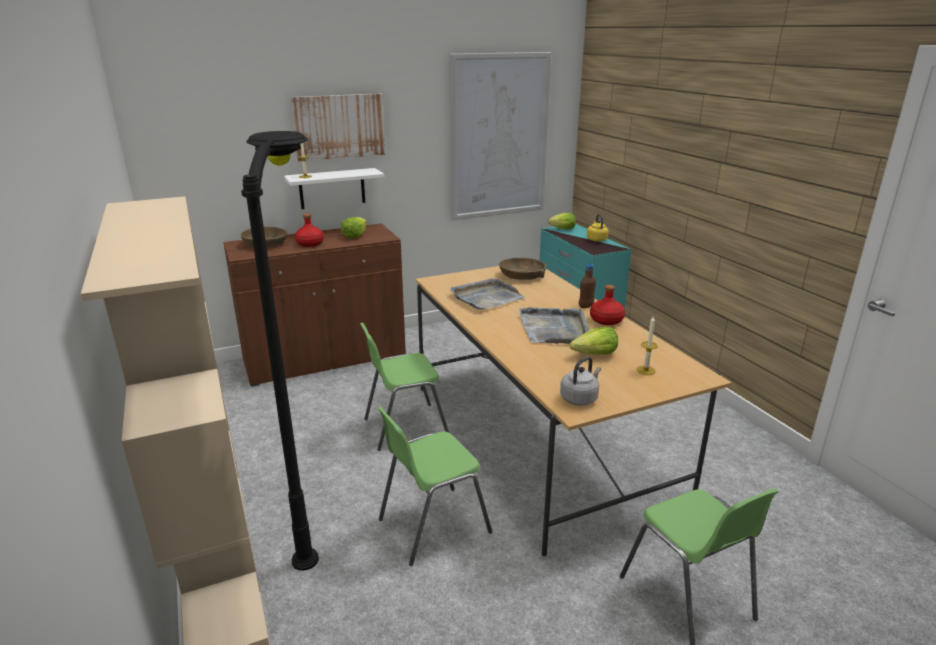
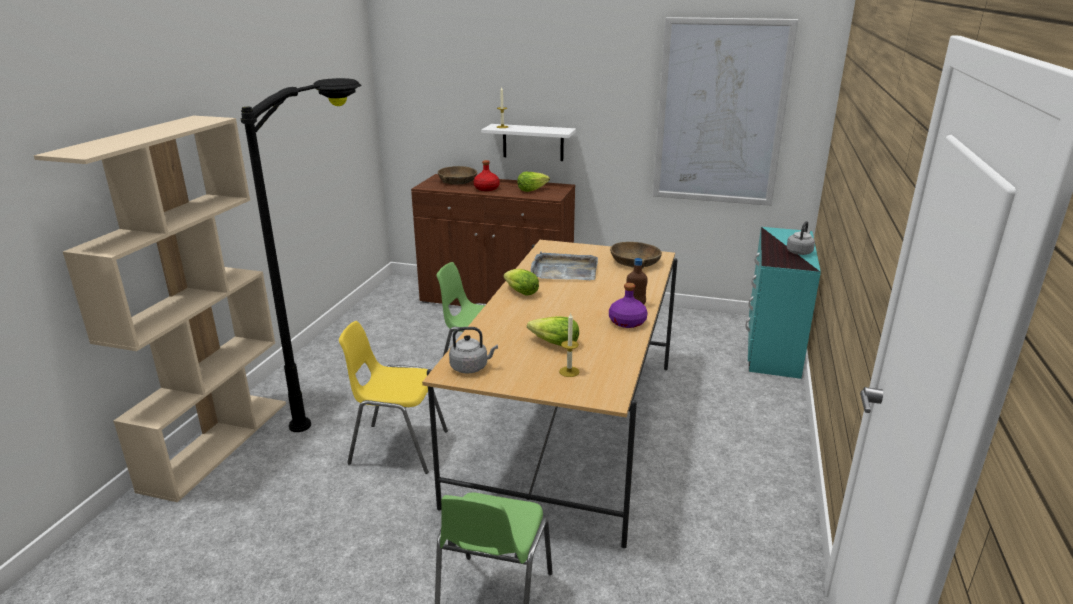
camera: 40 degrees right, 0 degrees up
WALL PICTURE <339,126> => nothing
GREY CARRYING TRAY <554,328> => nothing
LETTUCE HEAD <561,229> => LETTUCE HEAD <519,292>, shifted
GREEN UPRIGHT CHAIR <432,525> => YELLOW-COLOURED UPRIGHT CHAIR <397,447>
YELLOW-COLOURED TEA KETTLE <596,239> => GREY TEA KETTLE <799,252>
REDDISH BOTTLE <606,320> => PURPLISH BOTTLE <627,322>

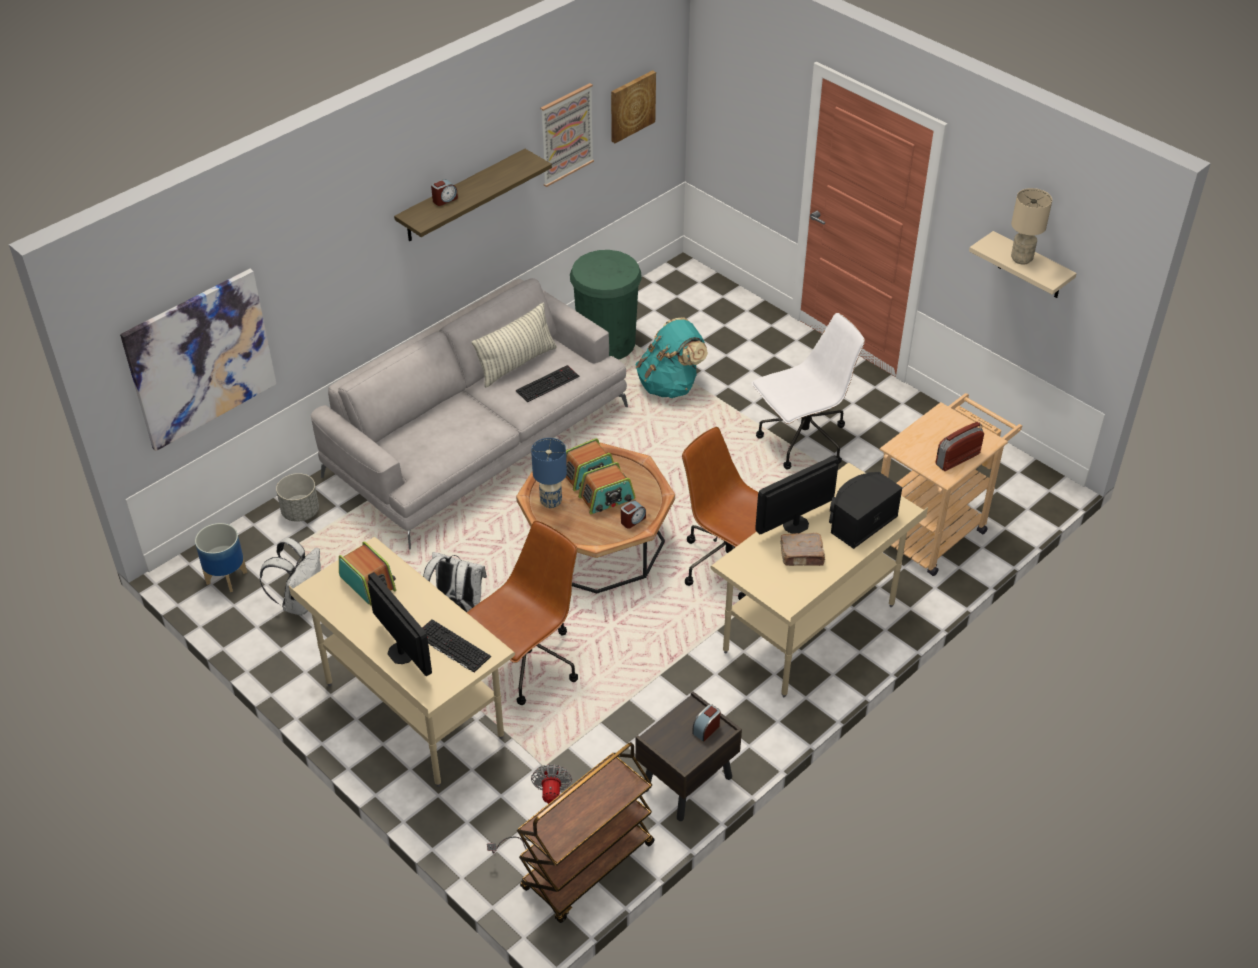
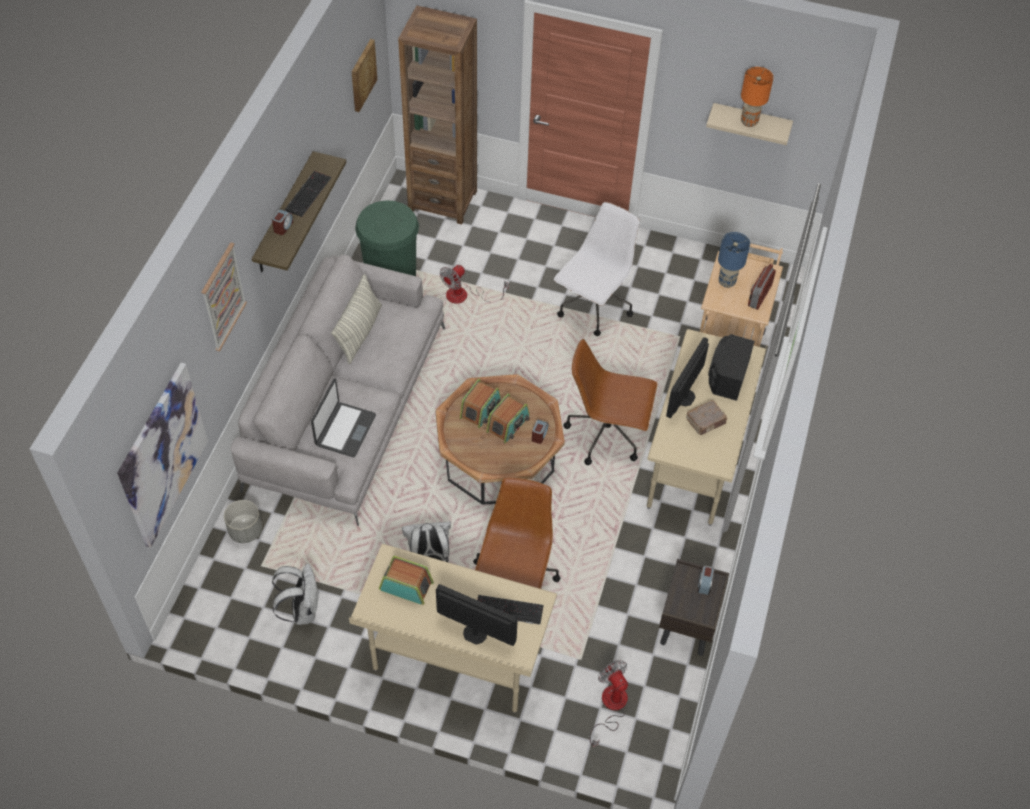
camera: 30 degrees left, 10 degrees up
FLOWER POT <226,577> => nothing
BROWN-COLOURED WHEELED CART <588,868> => nothing
nothing => NOTEBOOK COMPUTER <344,430>
nothing => BROWN-COLOURED BOOKSHELF <442,201>
PC KEYBOARD <547,383> => PC KEYBOARD <307,193>, shifted
BLUISH LAMP FOR A TABLE <550,502> => BLUISH LAMP FOR A TABLE <726,282>, shifted
WALL PICTURE <566,134> => WALL PICTURE <223,297>, shifted
TURQUOISE BACKPACK <670,385> => ELECTRIC FAN <465,296>
BEIGE-COLOURED LAMP FOR A TABLE <1021,259> => ORANGEY LAMP FOR A TABLE <748,122>

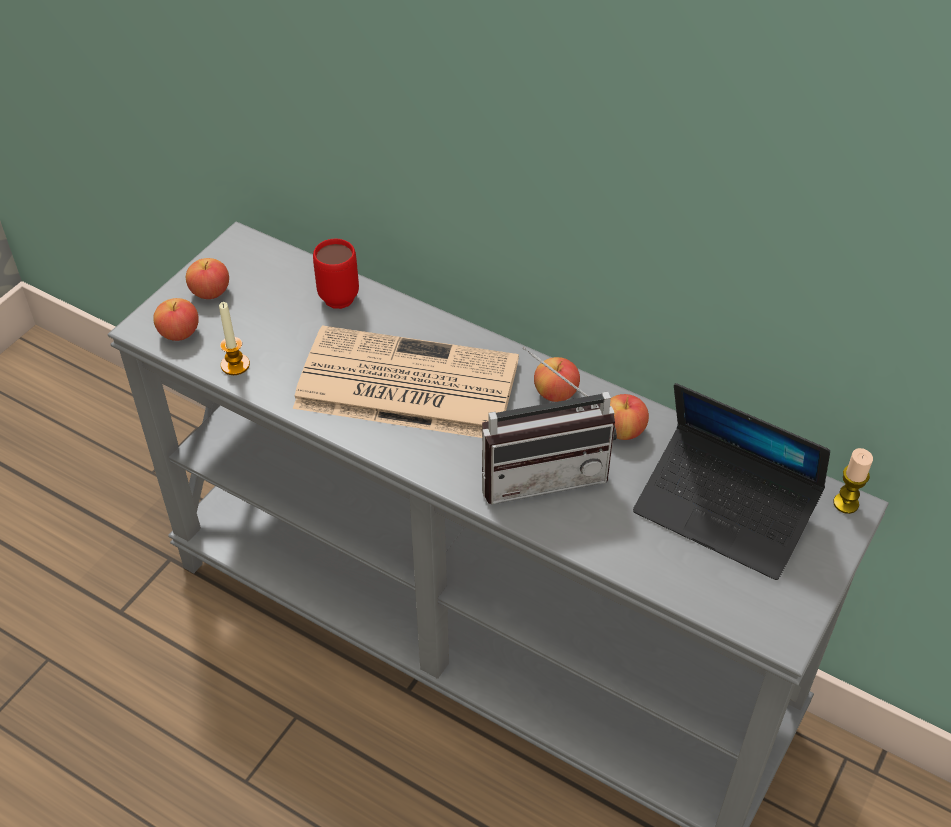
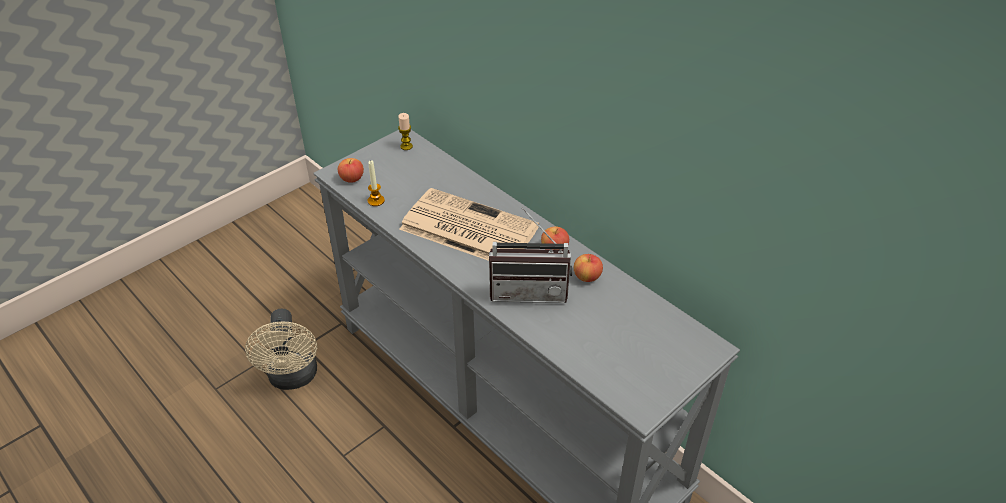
camera: 15 degrees right, 5 degrees down
APPLE FRUIT <210,292> => nothing
REDDISH COFFEE MUG <336,293> => nothing
NOTEBOOK COMPUTER <725,512> => nothing
nothing => BEIGE-COLOURED ELECTRIC FAN <293,378>
WAX LIGHT <846,503> => WAX LIGHT <406,146>, shifted

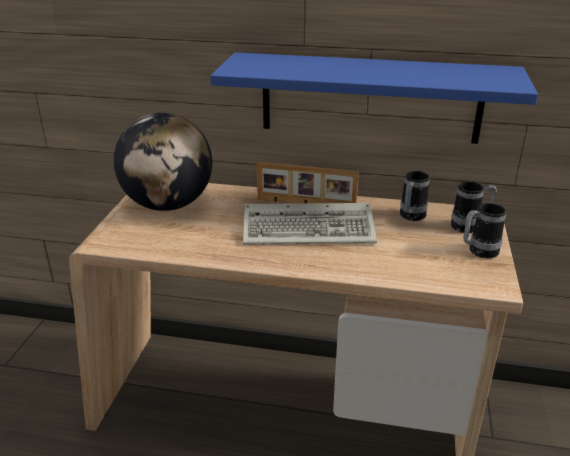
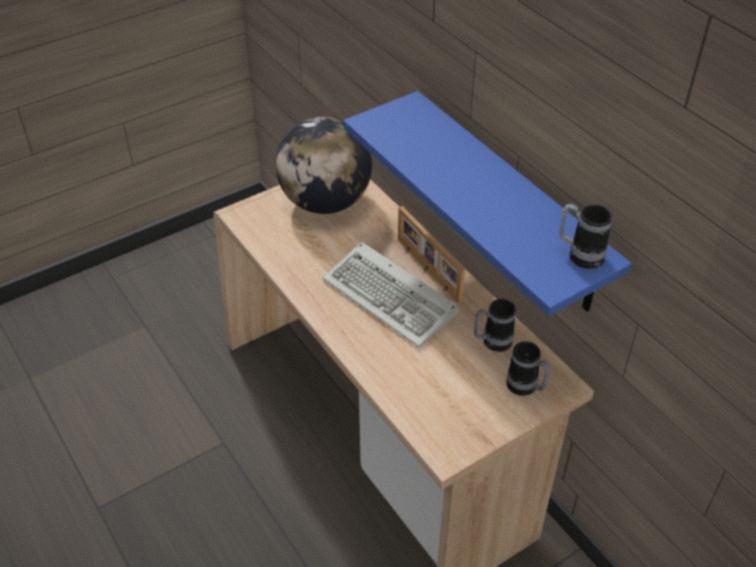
camera: 45 degrees right, 15 degrees up
COFFEE MUG <478,252> => COFFEE MUG <579,255>, shifted

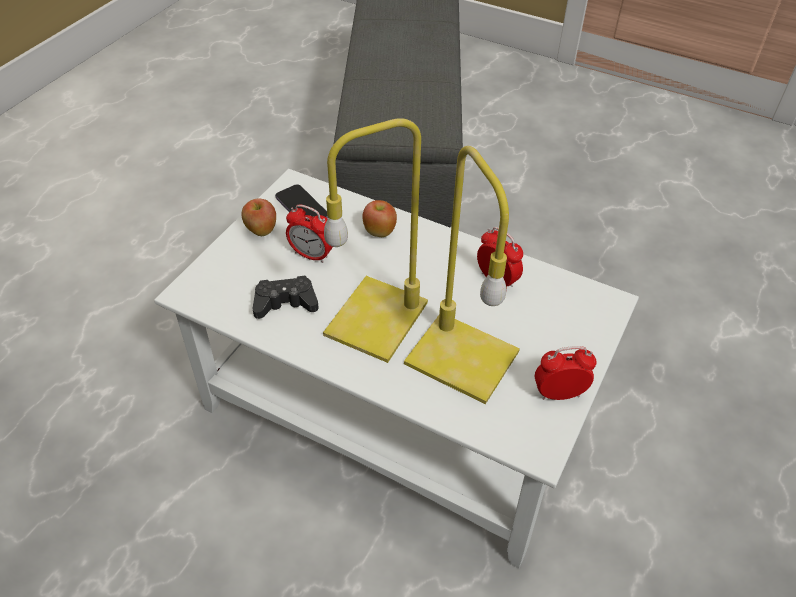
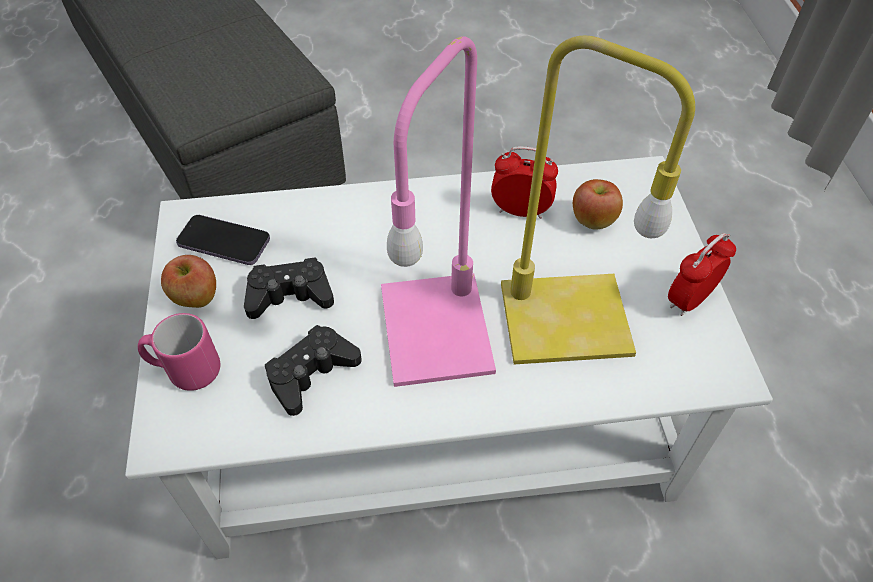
camera: 35 degrees left, 5 degrees up
nothing => PINK COFFEE MUG <186,370>
APPLE FRUIT <379,231> => APPLE FRUIT <593,220>, shifted
ALARM CLOCK <311,255> => BLACK-COLOURED JOYPAD <290,295>
YELLOW-COLOURED LAMP FOR A TABLE <376,316> => PINK LAMP FOR A TABLE <433,326>

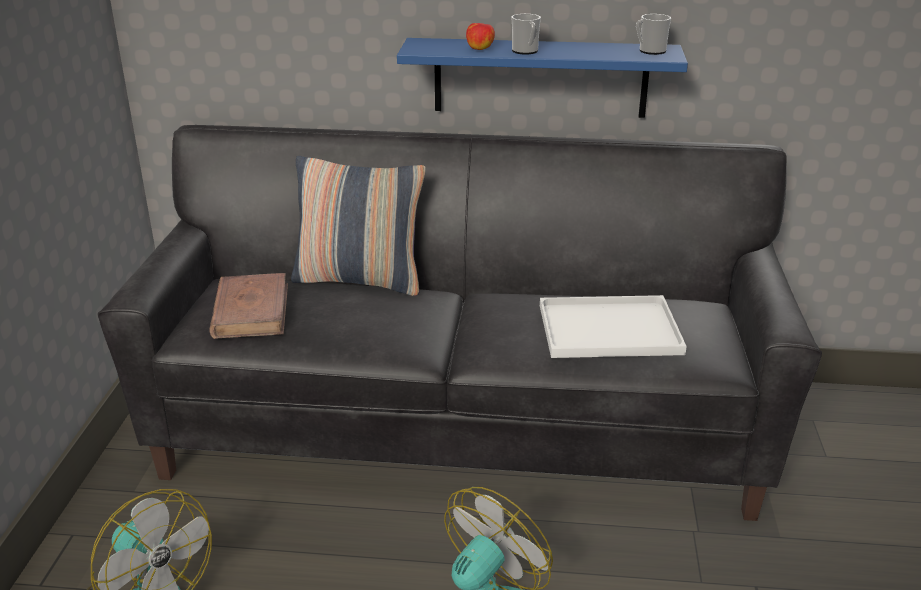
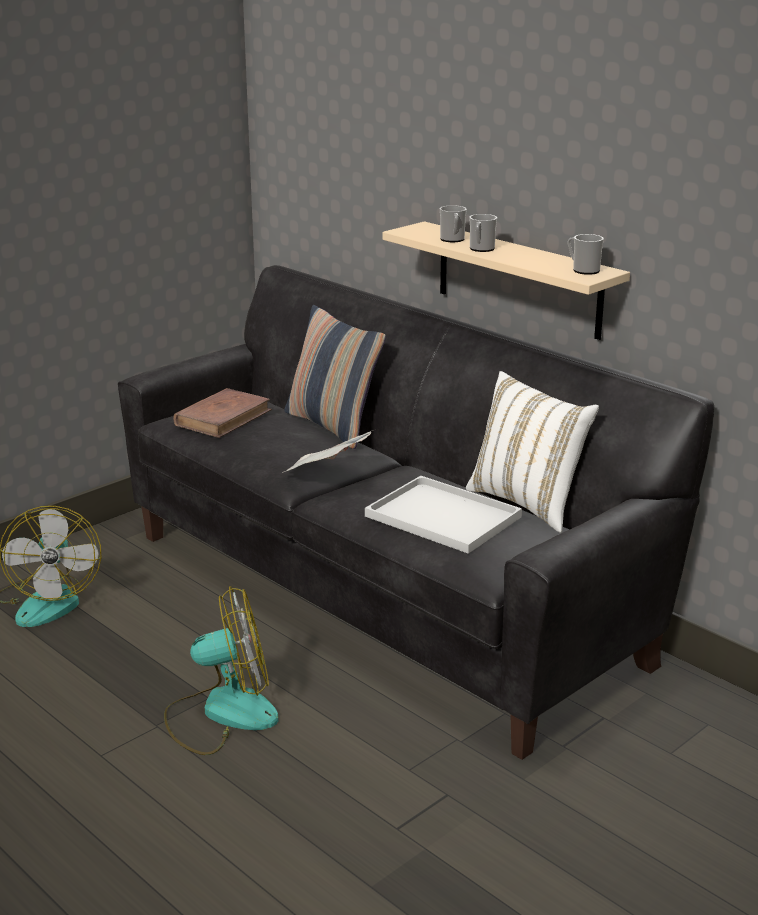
camera: 40 degrees right, 5 degrees down
nothing => PRINTED PAPER <328,474>
nothing => WHITE-COLOURED PILLOW <528,503>
APPLE FRUIT <480,48> => COFFEE MUG <452,240>
BLUISH BRACKET SHELF <540,78> => BEIGE-COLOURED BRACKET SHELF <518,280>

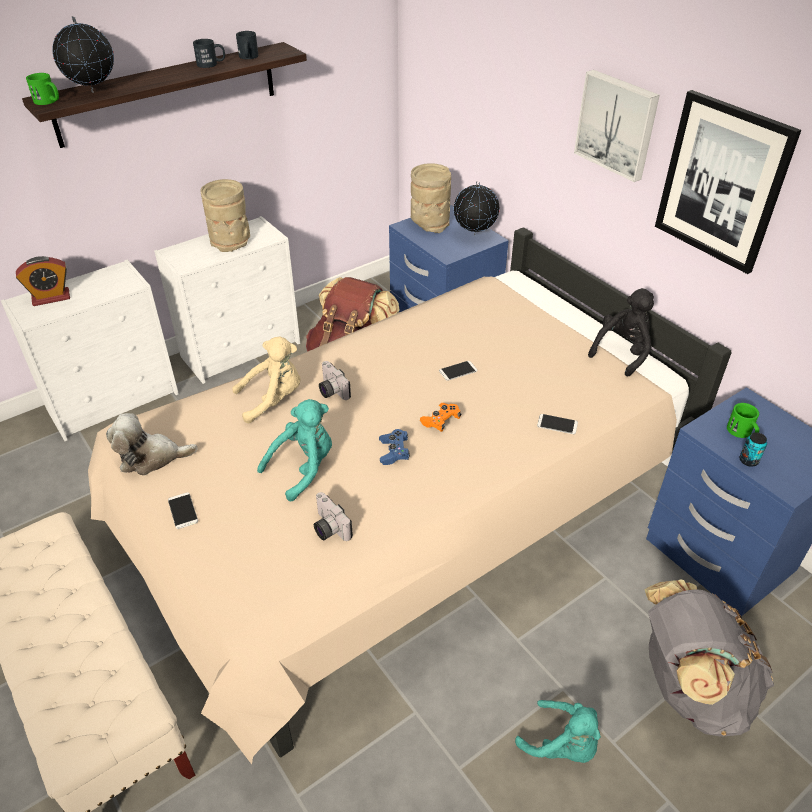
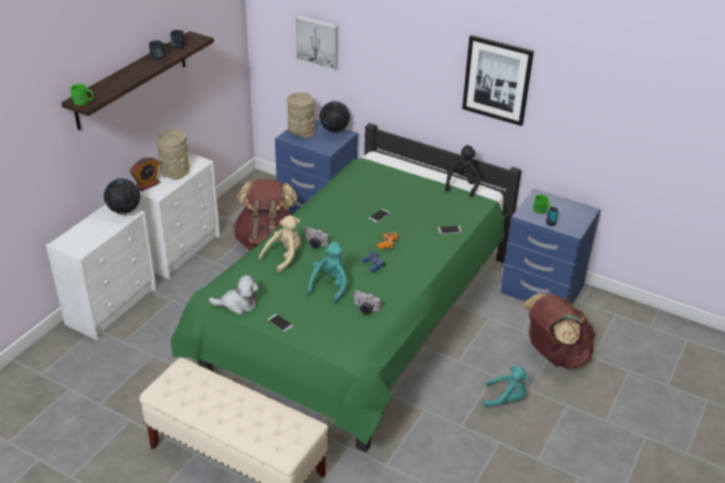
camera: 25 degrees left, 5 degrees down
ALARM CLOCK <51,298> => ALARM CLOCK <147,184>, shifted
WORLD GLOBE <93,91> => WORLD GLOBE <125,214>, shifted
WALL PICTURE <617,124> => WALL PICTURE <318,42>, shifted
BEIGE-COLOURED BED <405,517> => GREEN BED <359,320>
GREY BACKPACK <688,687> => BROWN-COLOURED BACKPACK <554,355>
PLUSH TOY <151,458> => PLUSH TOY <238,304>, 150 degrees counterclockwise

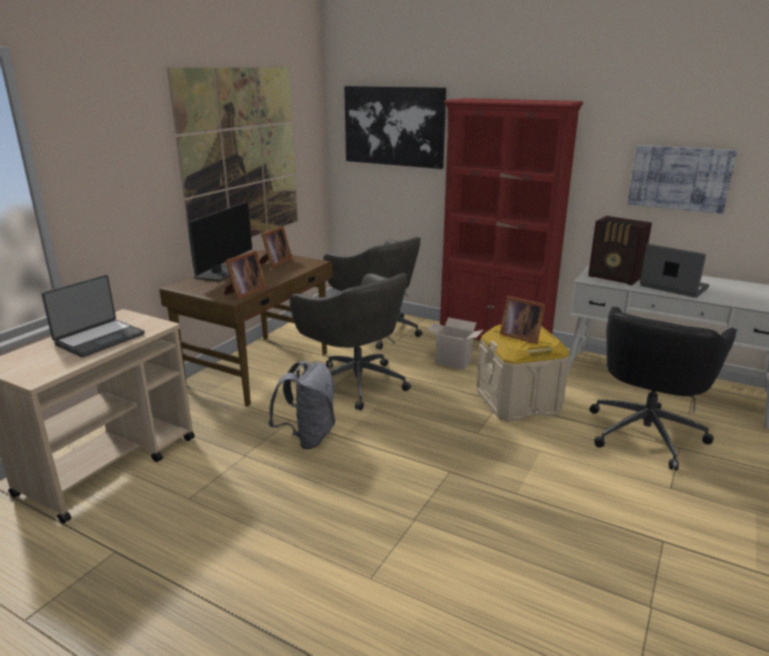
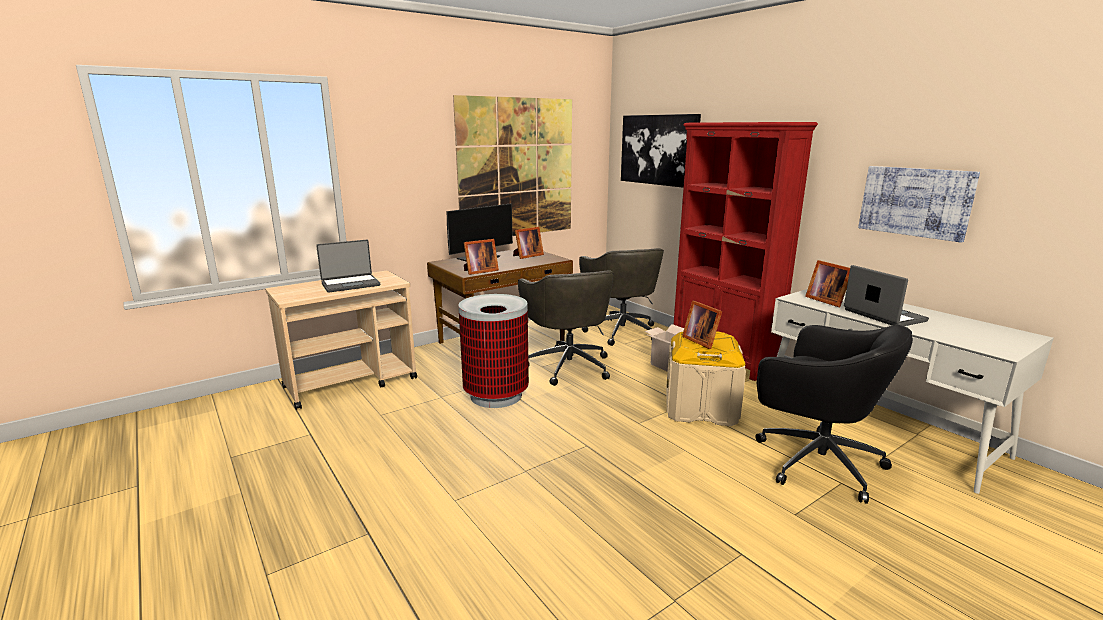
camera: 25 degrees right, 5 degrees down
GREY BACKPACK <308,437> => TRASH CAN <496,395>
RADIO <615,278> => PICTURE FRAME <826,300>
BLACK-COLOURED OFFICE CHAIR <646,432> => BLACK-COLOURED OFFICE CHAIR <814,461>, 105 degrees counterclockwise

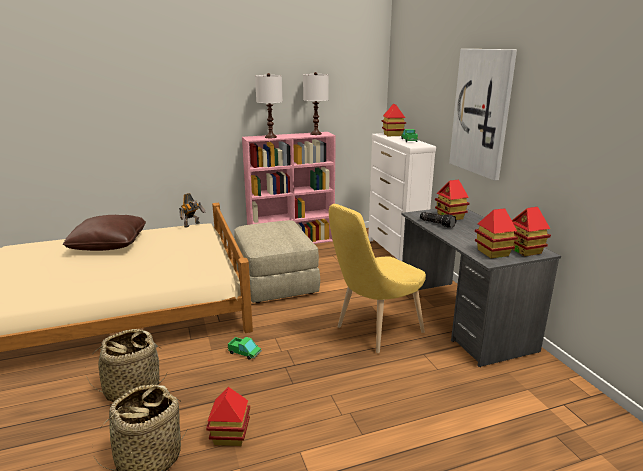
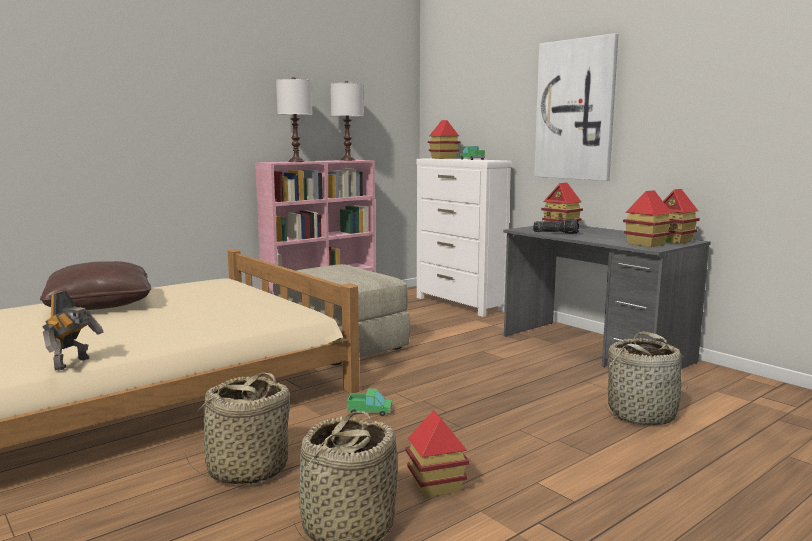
camera: 20 degrees left, 10 degrees down
YELLOW-COLOURED UPRIGHT CHAIR <374,331> => nothing
nothing => BASKET <642,414>
MODEL ROBOT <192,225> => MODEL ROBOT <74,363>, shifted

